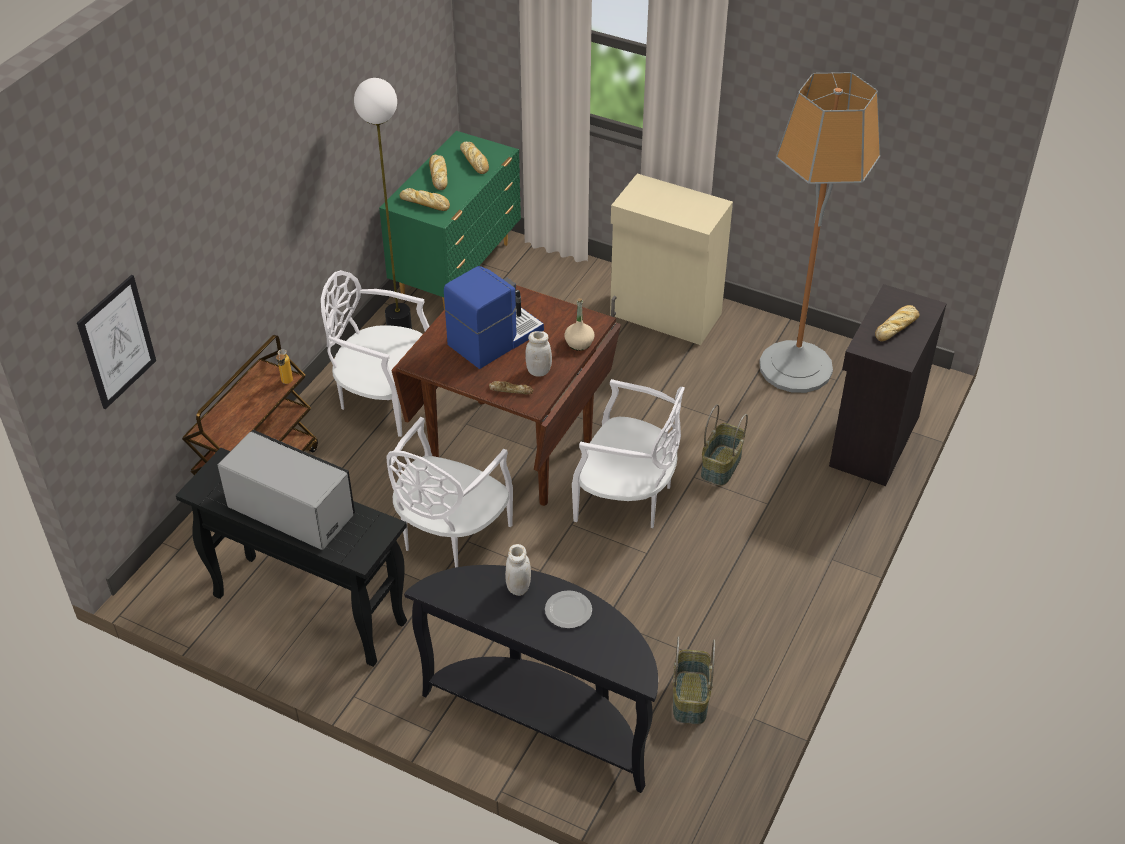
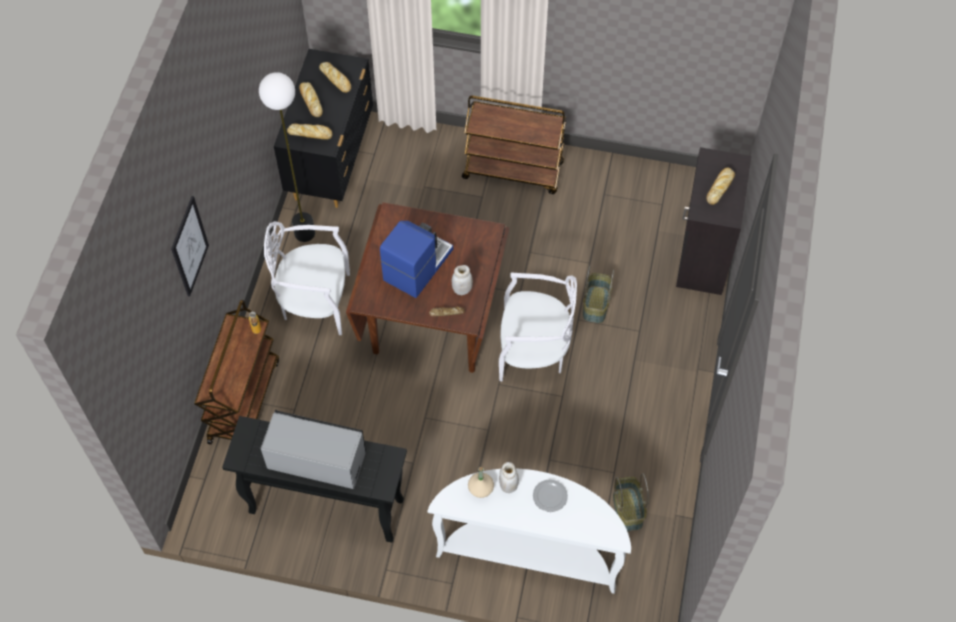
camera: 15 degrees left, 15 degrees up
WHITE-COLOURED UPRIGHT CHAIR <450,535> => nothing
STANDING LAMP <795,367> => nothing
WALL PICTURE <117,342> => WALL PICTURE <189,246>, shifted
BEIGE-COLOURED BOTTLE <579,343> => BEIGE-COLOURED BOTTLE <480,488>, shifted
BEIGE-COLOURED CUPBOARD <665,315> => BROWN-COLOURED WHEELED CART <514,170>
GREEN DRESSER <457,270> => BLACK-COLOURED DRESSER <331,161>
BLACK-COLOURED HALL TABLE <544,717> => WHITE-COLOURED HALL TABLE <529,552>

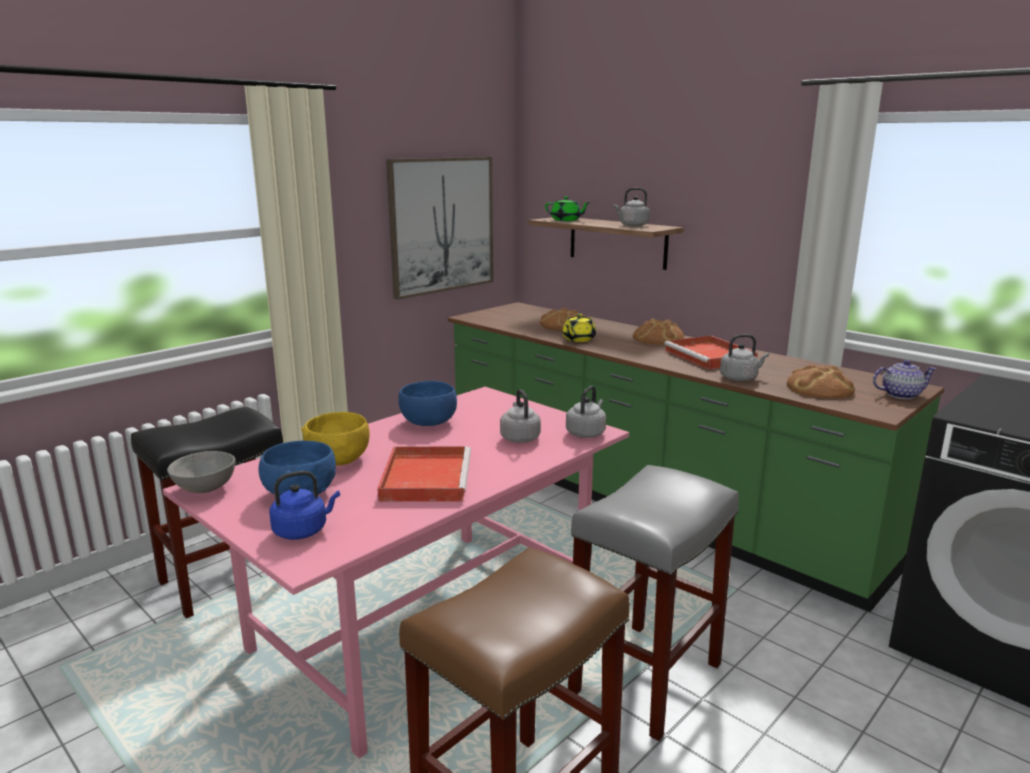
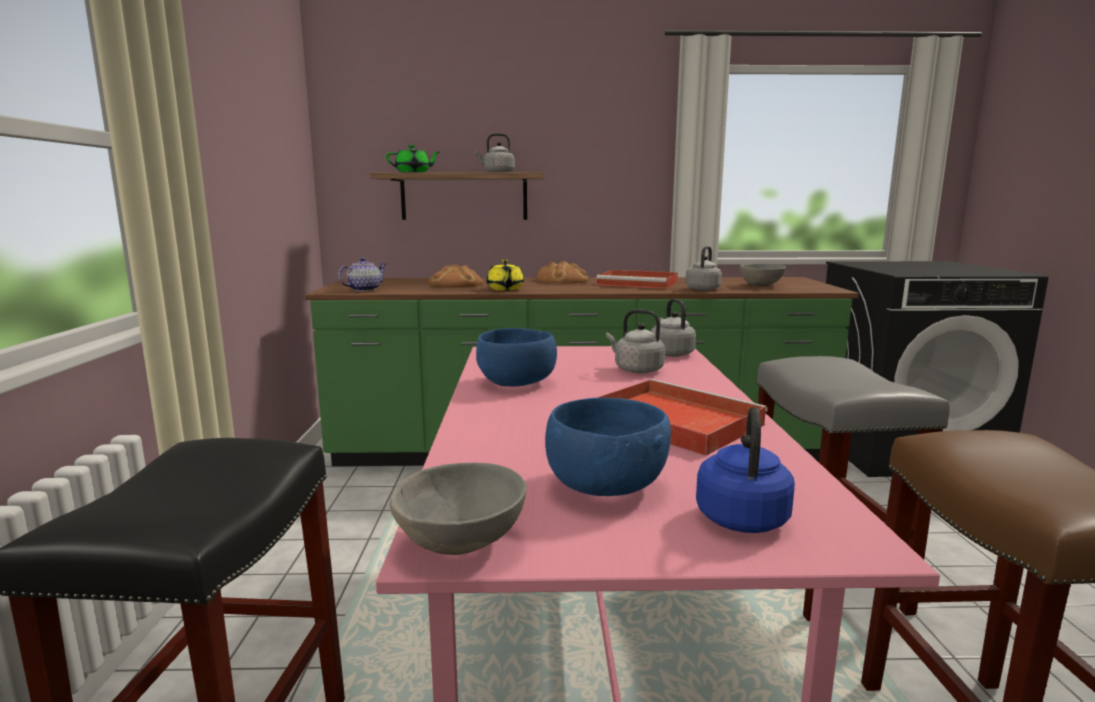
camera: 45 degrees left, 5 degrees down
YELLOW-COLOURED SERVING BOWL <338,459> => nothing
WALL PICTURE <442,225> => nothing
TEAPOT <900,395> => TEAPOT <364,289>, shifted
BAKED BREAD <820,388> => GREY SERVING BOWL <761,286>

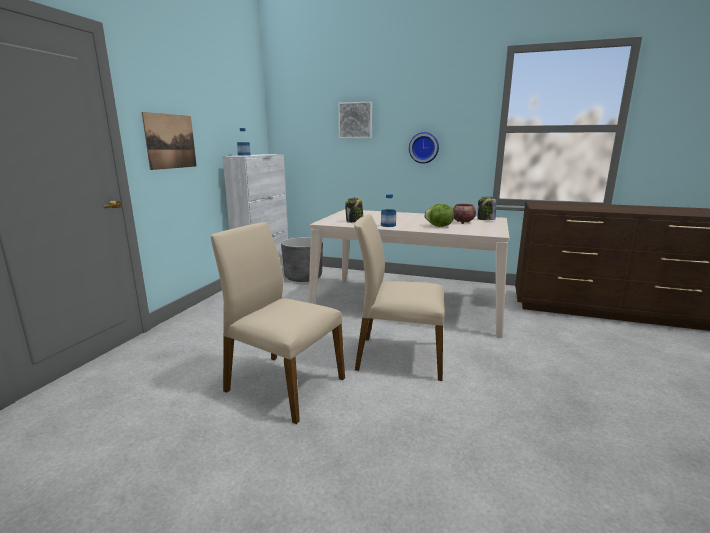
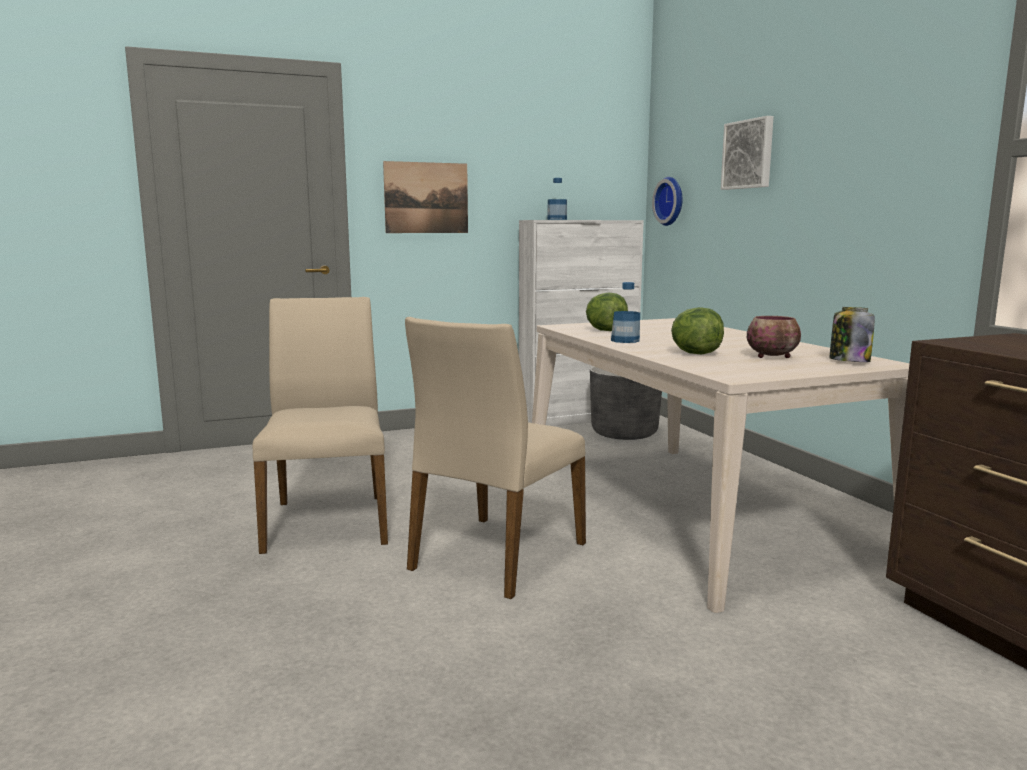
camera: 50 degrees right, 5 degrees down
HANGING CLOCK <424,147> => HANGING CLOCK <671,201>, shifted
JAR <354,221> => LETTUCE HEAD <605,330>
BEIGE-COLOURED UPRIGHT CHAIR <398,356> => BEIGE-COLOURED UPRIGHT CHAIR <495,556>, 120 degrees counterclockwise

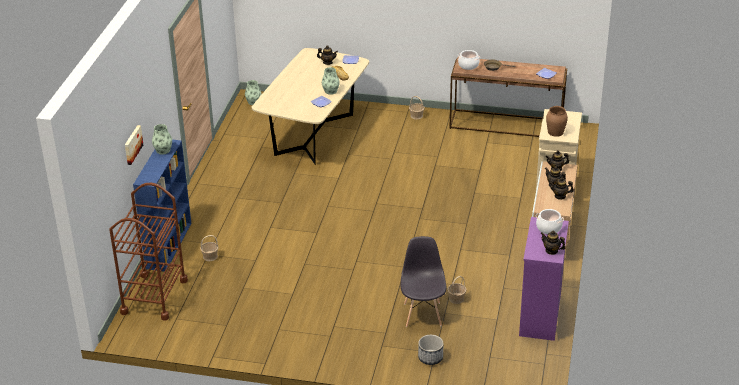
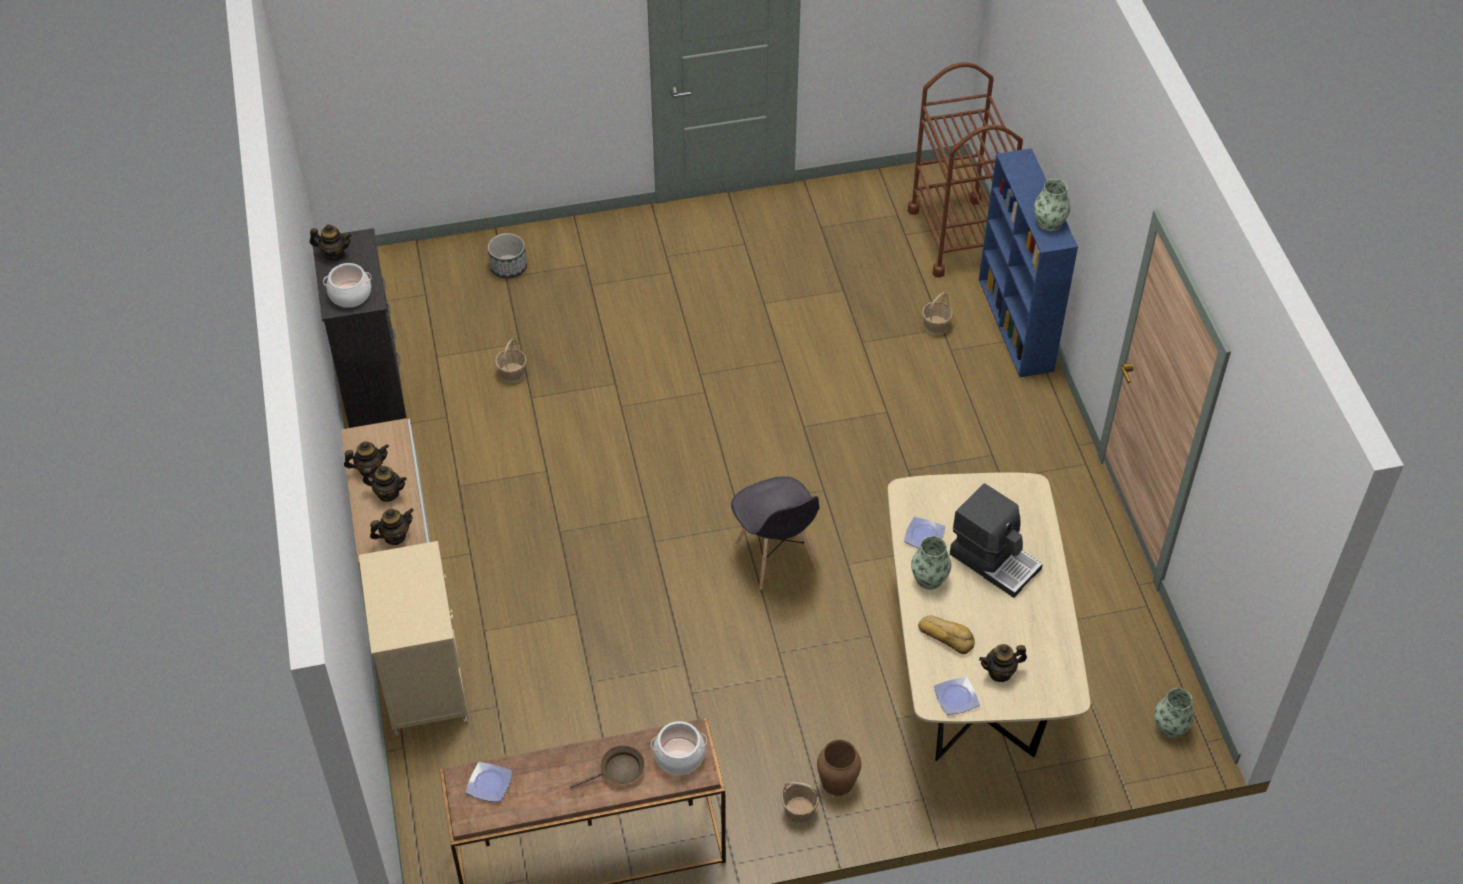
camera: 155 degrees right, 15 degrees up
WALL PICTURE <132,144> => nothing
nothing => COFFEE BREWER <994,560>
GREY UPRIGHT CHAIR <422,314> => GREY UPRIGHT CHAIR <775,556>, shifted
BROWN-COLOURED DECORATIVE VASE <555,132> => BROWN-COLOURED DECORATIVE VASE <837,782>, shifted
PURPLISH DRESSER <539,317> => BLACK-COLOURED DRESSER <372,382>

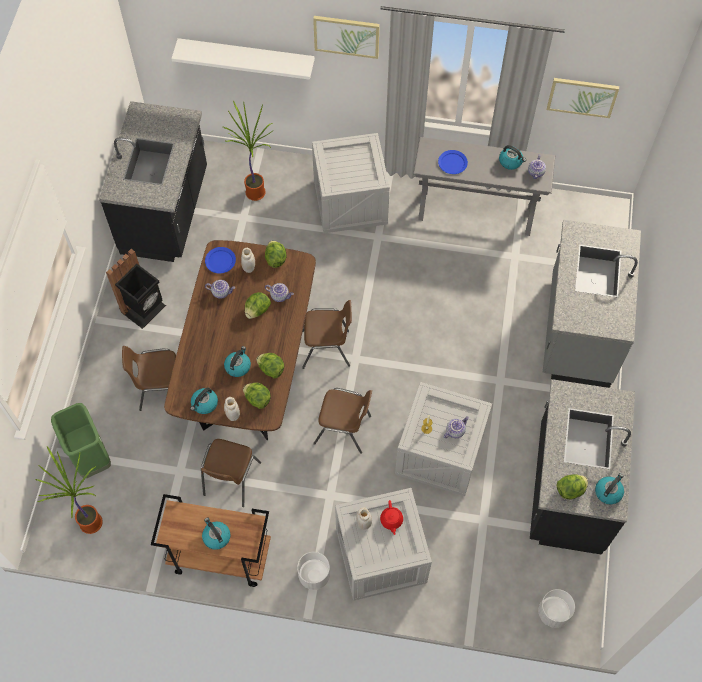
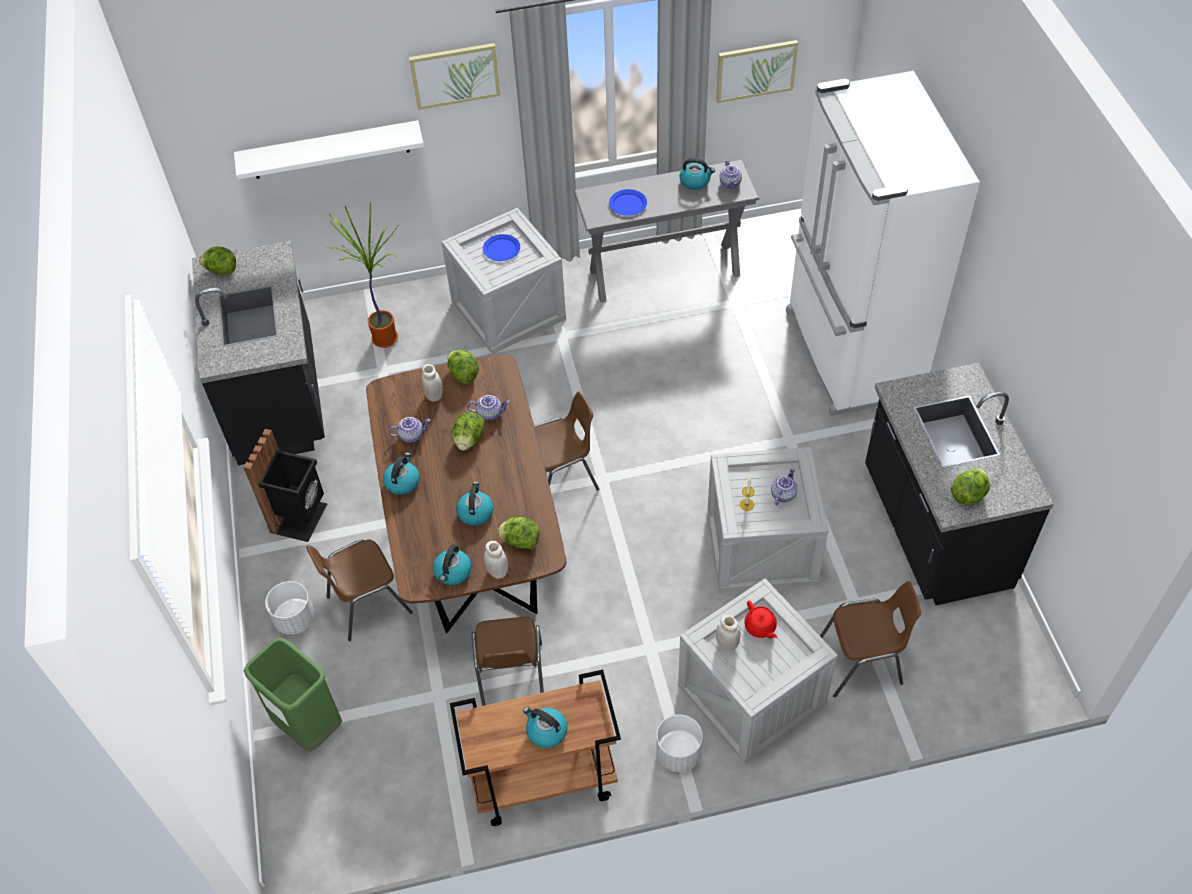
camera: 20 degrees left, 10 degrees down
PLANT IN A POT <91,521> => nothing
BLUISH DINNER PLATE <220,261> => BLUISH DINNER PLATE <502,249>, shifted
LETTUCE HEAD <271,369> => LETTUCE HEAD <221,270>, shifted
BROWN-COLOURED UPRIGHT CHAIR <344,430> => BROWN-COLOURED UPRIGHT CHAIR <862,663>, shifted
WHITE-COLOURED FLOWER POT <553,613> => WHITE-COLOURED FLOWER POT <294,619>, shifted
TEA KETTLE <608,492> => TEA KETTLE <402,482>, shifted
GREY COUNTER <577,330> => WHITE-COLOURED KITCHEN FRIDGE <849,355>

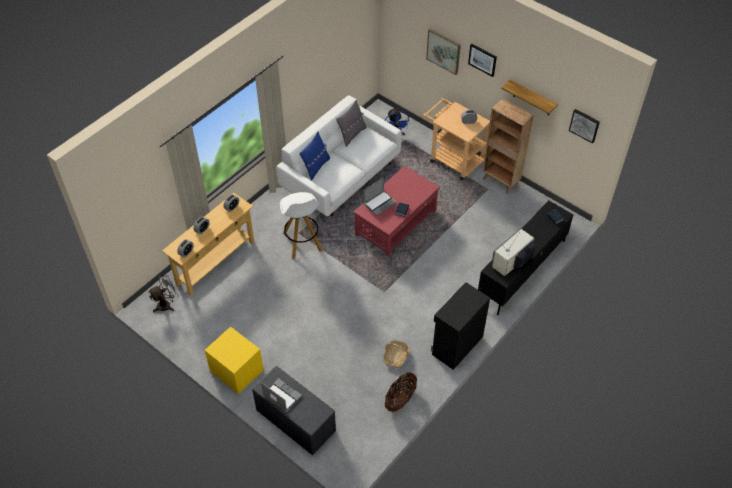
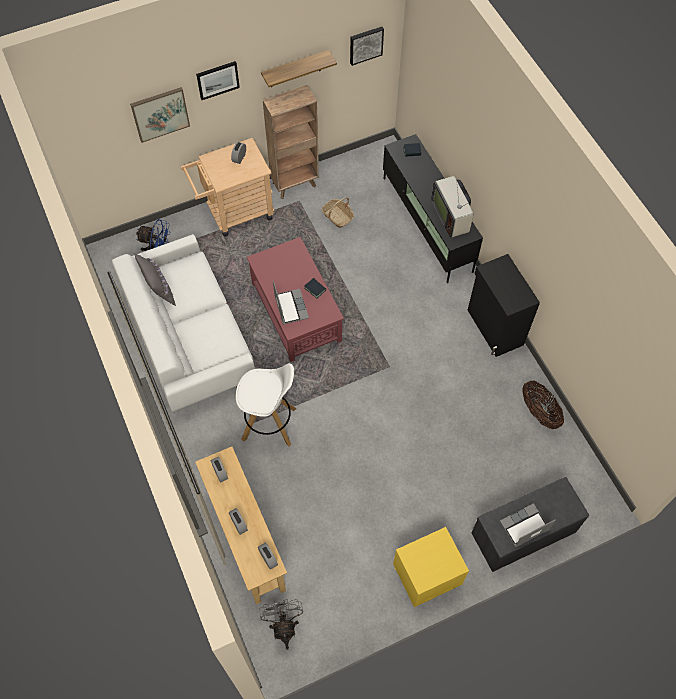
camera: 65 degrees left, 10 degrees up
BLUISH PILLOW <315,167> => nothing
BASKET <396,356> => BASKET <337,216>, shifted

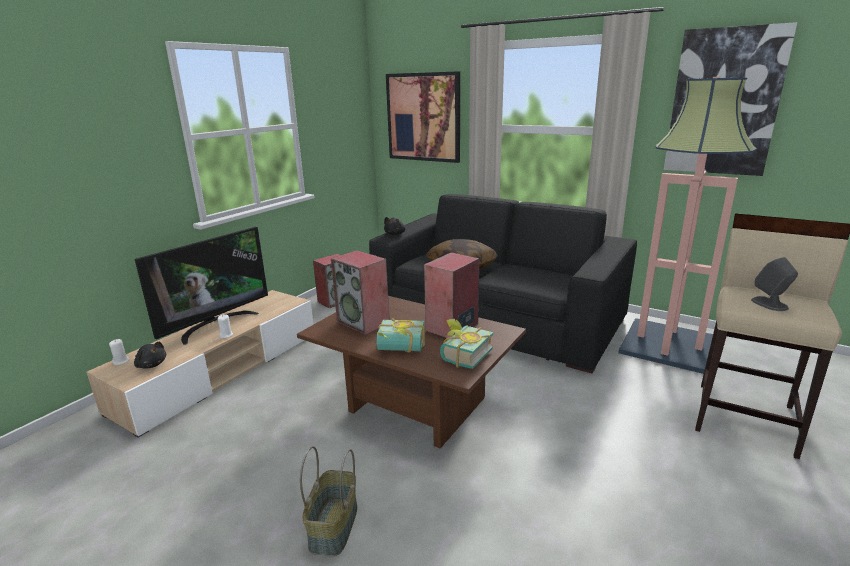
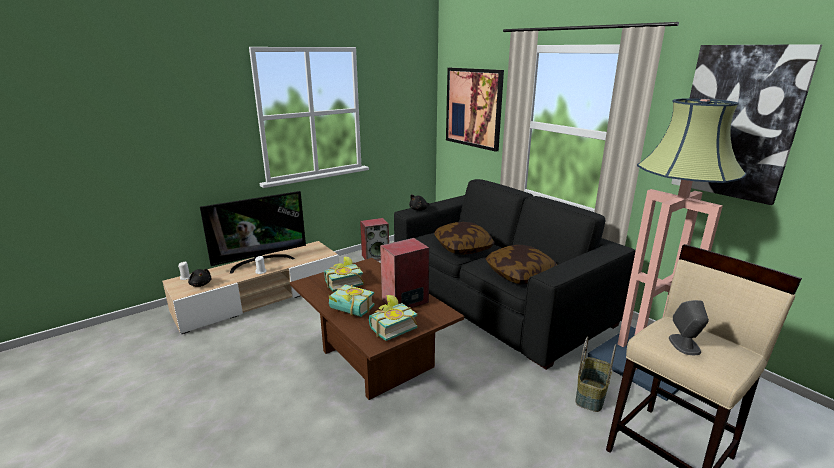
camera: 20 degrees right, 0 degrees up
nothing => PILLOW <520,275>
BASKET <334,527> => BASKET <591,395>, shifted
AUDIO SPEAKER <364,322> => BOOK <343,283>

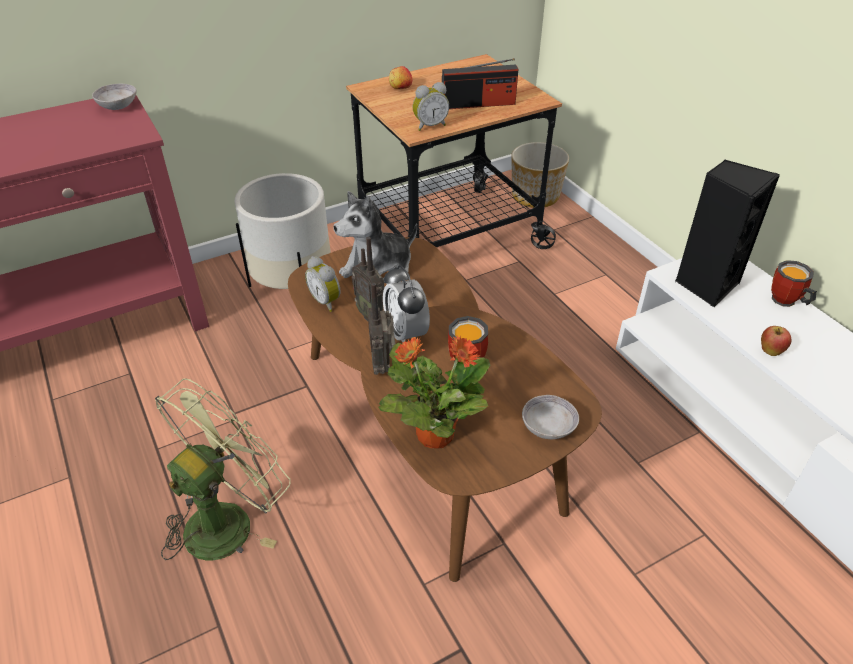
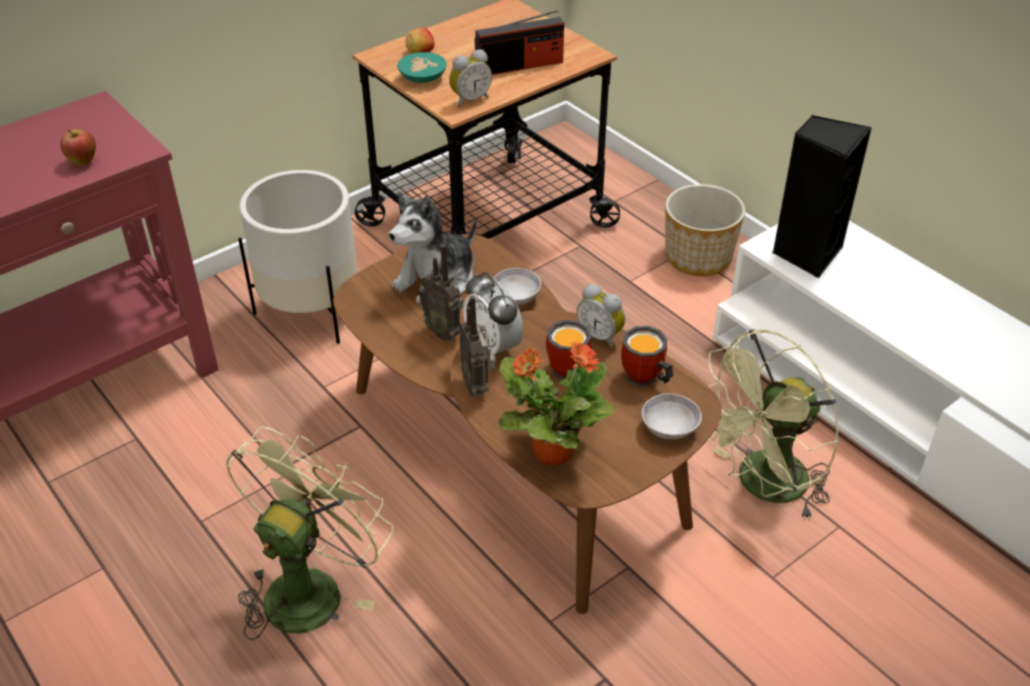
camera: 10 degrees left, 0 degrees up
nothing => TURQUOISE SERVING BOWL <421,78>
nothing => GREEN ELECTRIC FAN <762,487>
GREY SERVING BOWL <118,106> => GREY SERVING BOWL <516,297>, shifted
ALARM CLOCK <327,301> => ALARM CLOCK <601,336>, shifted
FLOWER POT <536,196> => FLOWER POT <698,257>, shifted
APPLE FRUIT <770,352> => APPLE FRUIT <83,162>, shifted
COFFEE MUG <786,302> => COFFEE MUG <644,380>, shifted

